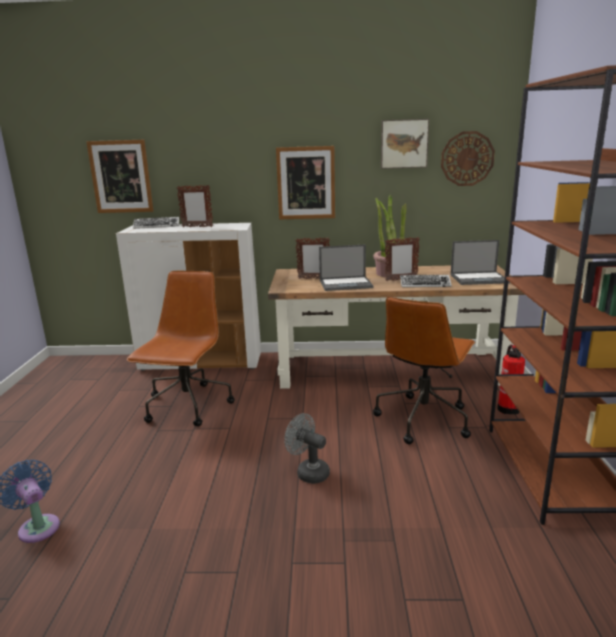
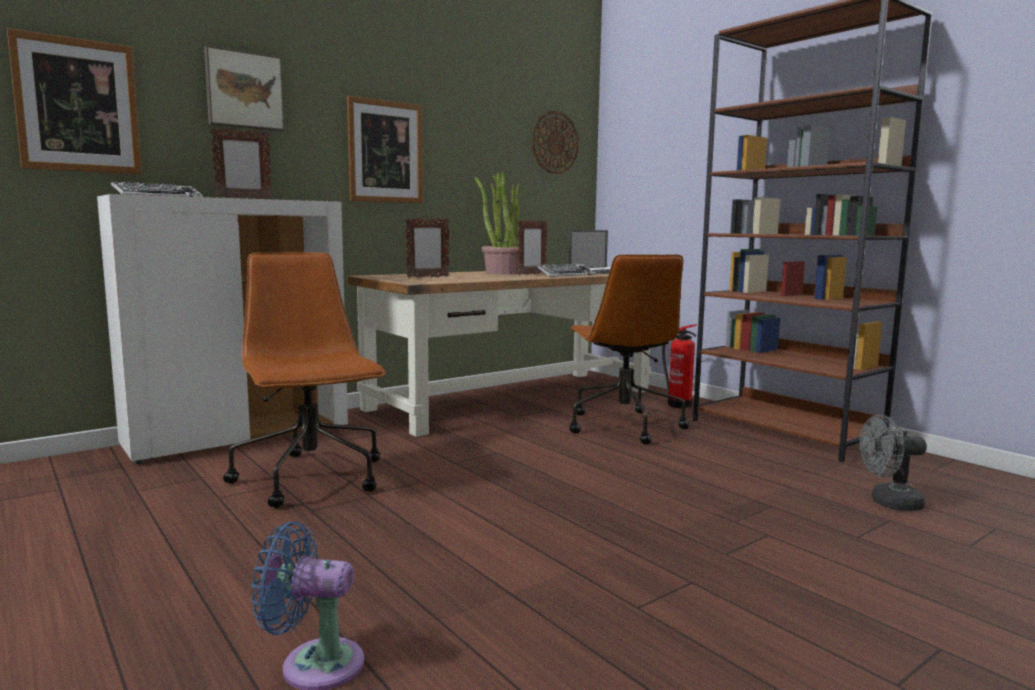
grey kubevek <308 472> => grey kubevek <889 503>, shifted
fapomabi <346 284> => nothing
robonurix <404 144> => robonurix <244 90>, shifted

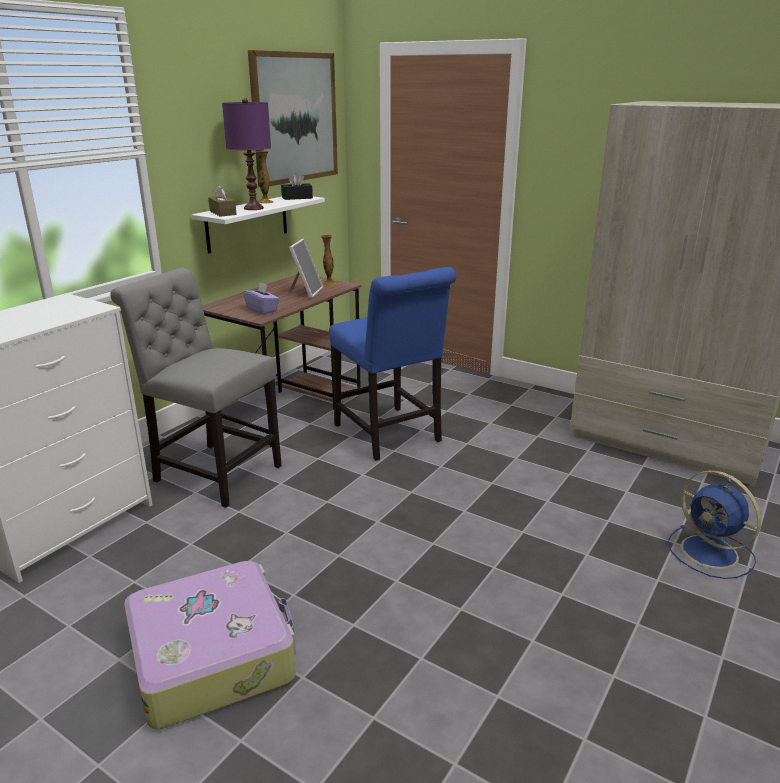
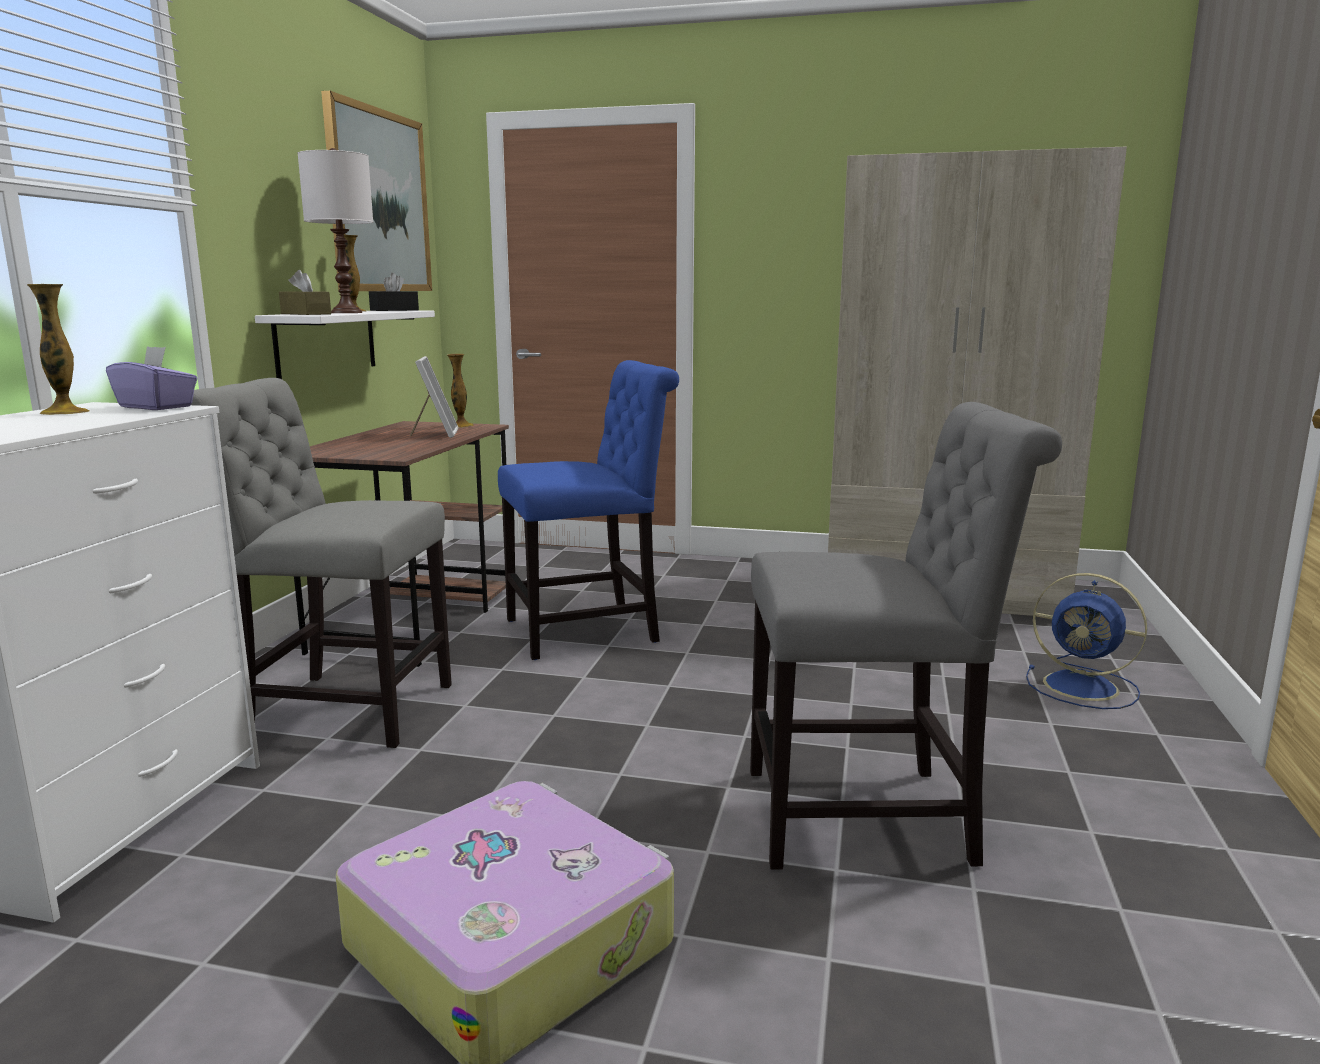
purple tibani <254 208> => white tibani <347 312>
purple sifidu <262 310> => purple sifidu <157 407>, shifted
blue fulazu <390 436> => blue fulazu <590 630>, 60 degrees counterclockwise
nothing => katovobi <65 413>
nothing => grey fulazu <871 817>

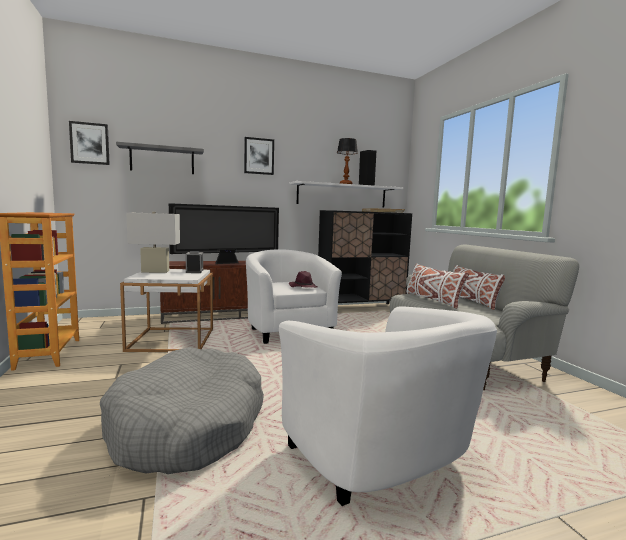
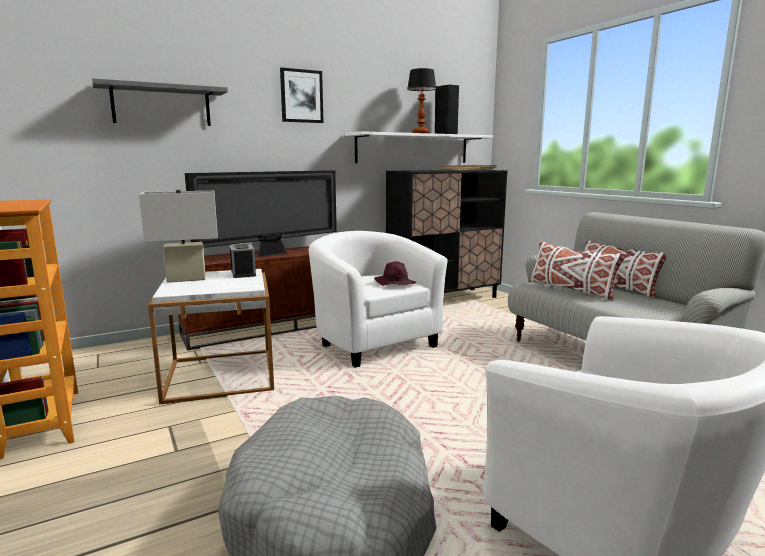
robonurix <90 143> => nothing

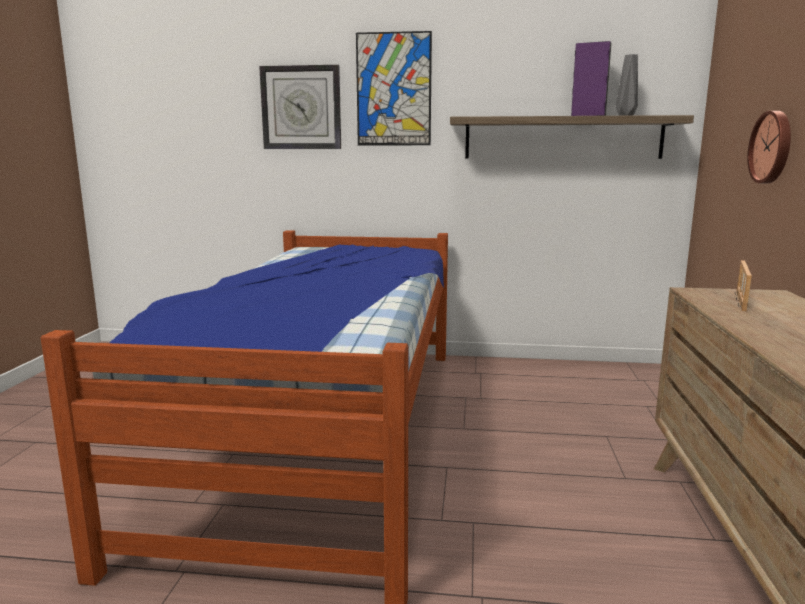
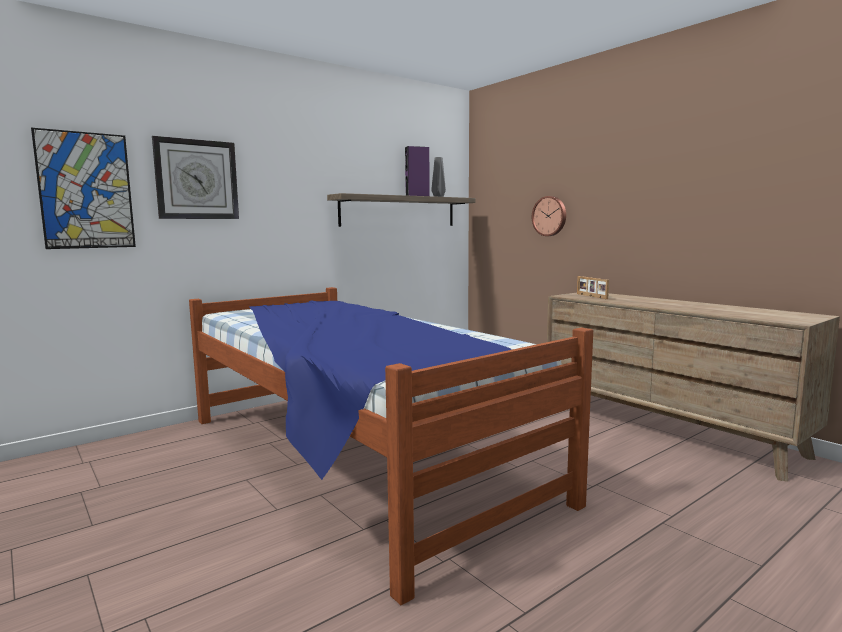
robonurix <393 90> => robonurix <86 190>, shifted

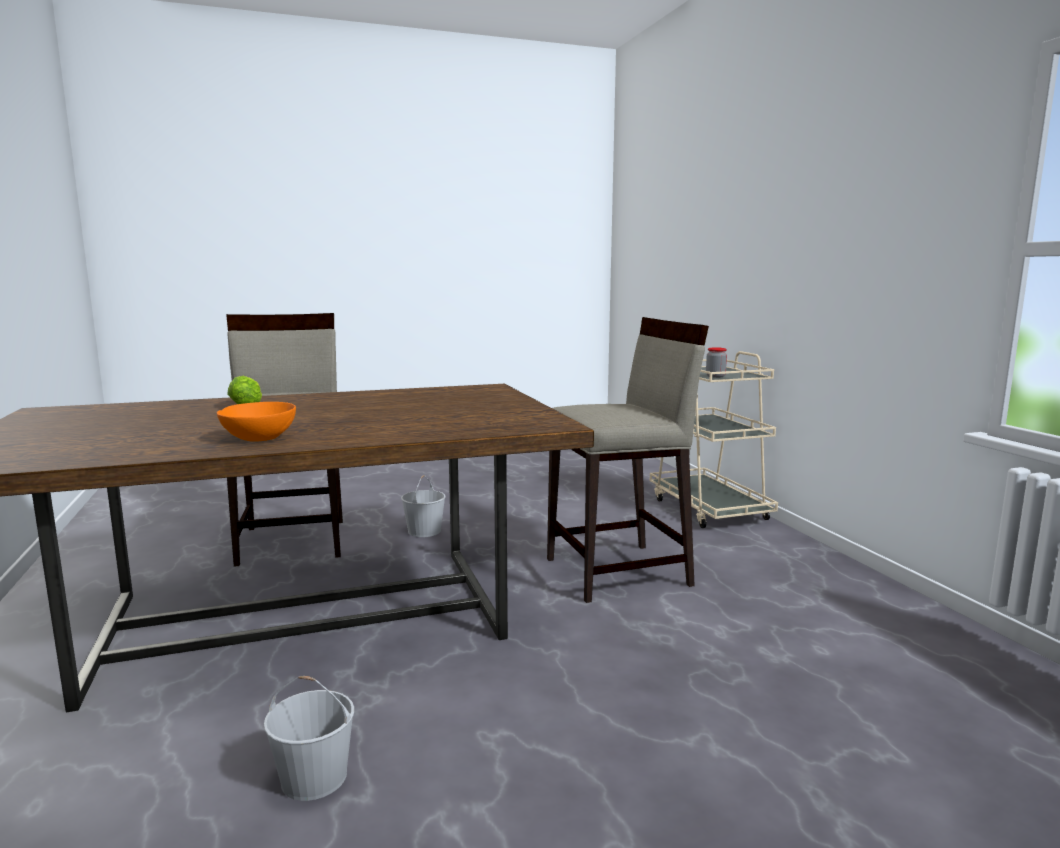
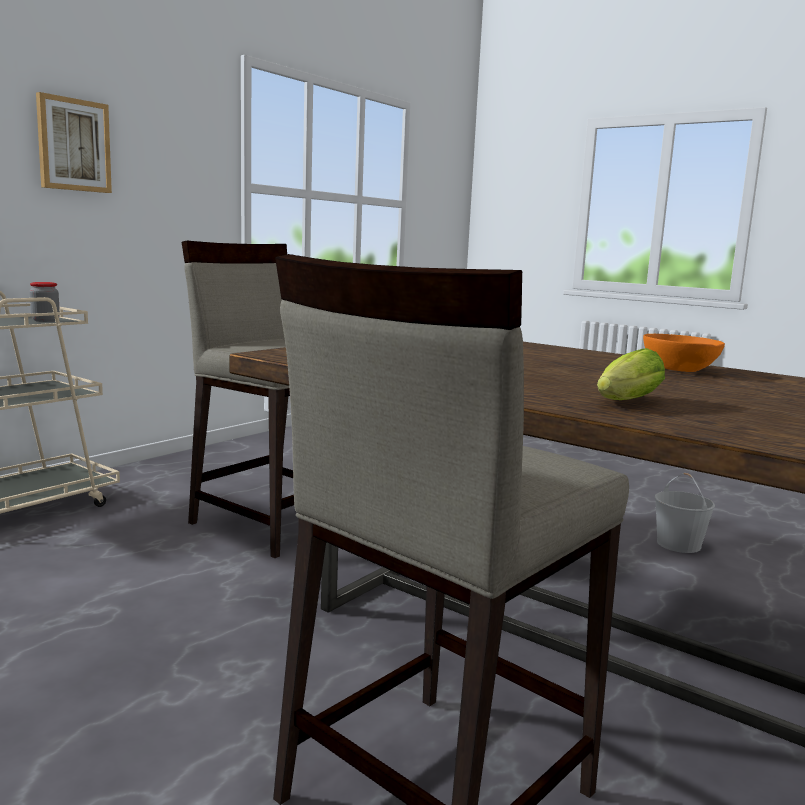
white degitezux <424 531> => nothing
nothing => robonurix <73 145>

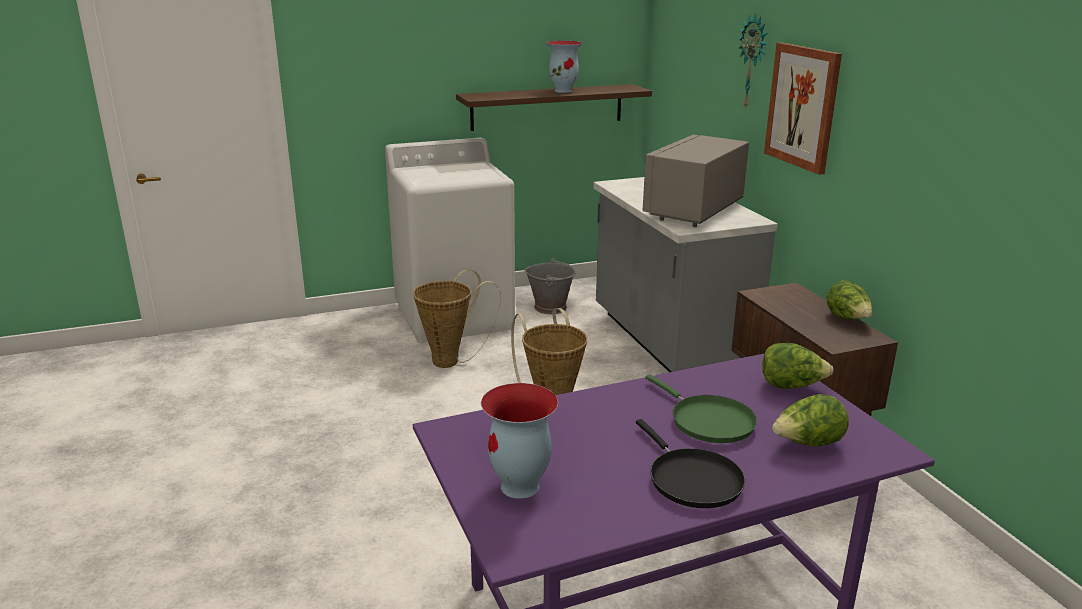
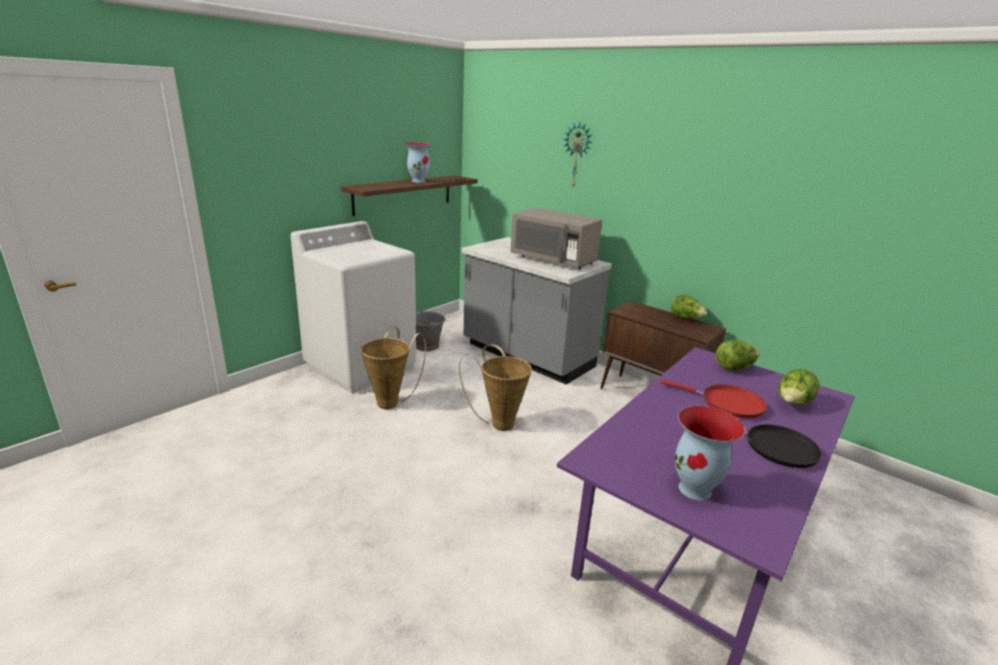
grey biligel <694 210> => grey biligel <553 260>, 60 degrees counterclockwise
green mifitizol <707 421> => red mifitizol <727 403>
robonurix <802 107> => nothing

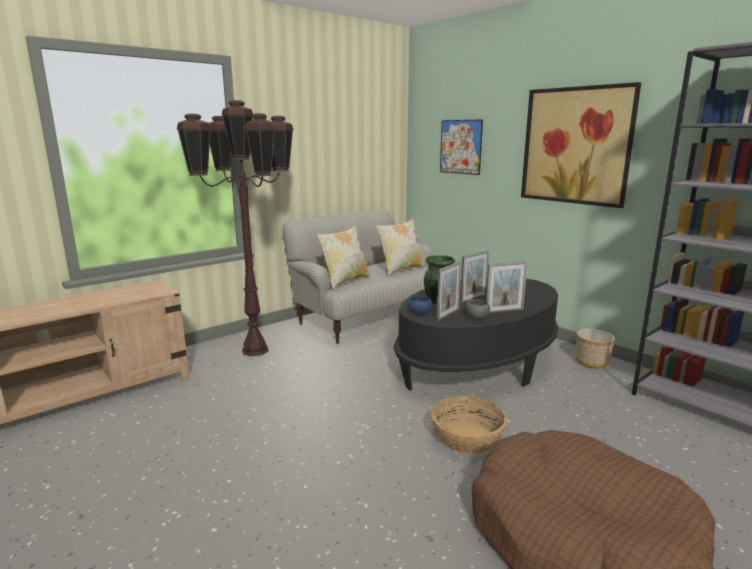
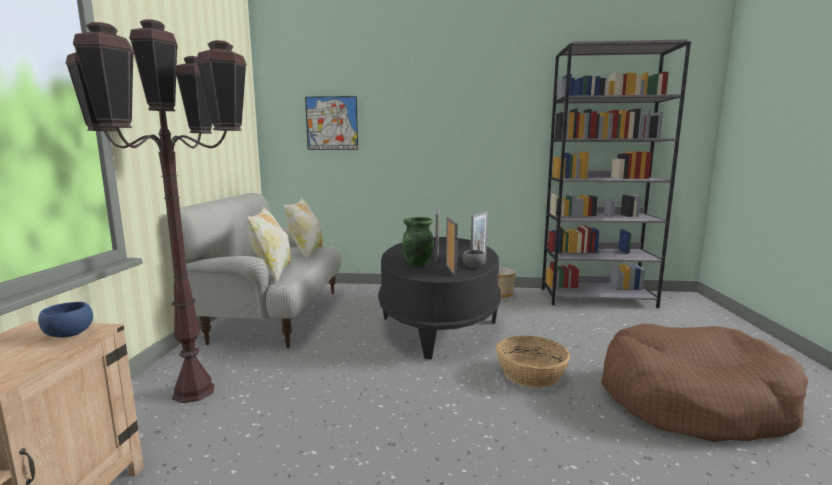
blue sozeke <419 313> => blue sozeke <67 334>, shifted
robonurix <576 146> => nothing

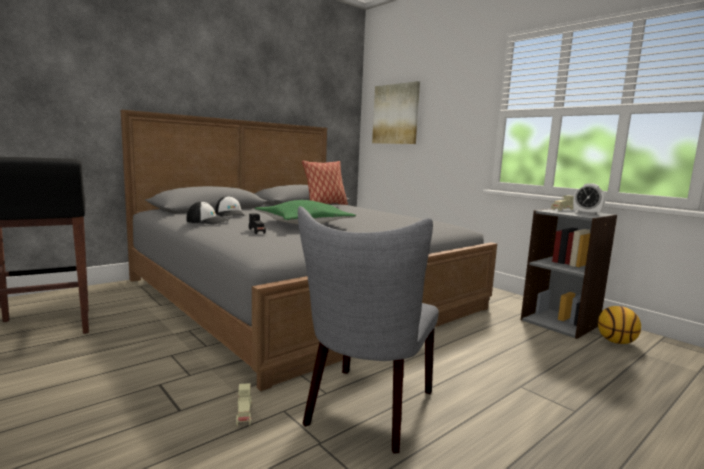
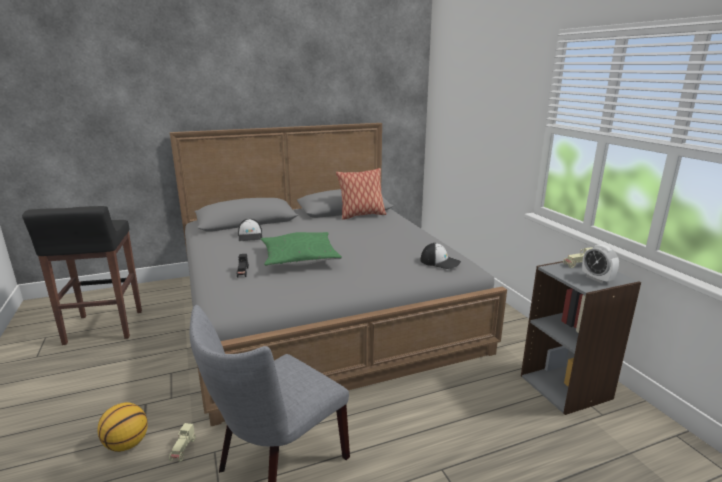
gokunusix <208 221> => gokunusix <440 262>, shifted
robonurix <396 114> => nothing
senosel <615 342> => senosel <126 444>, shifted

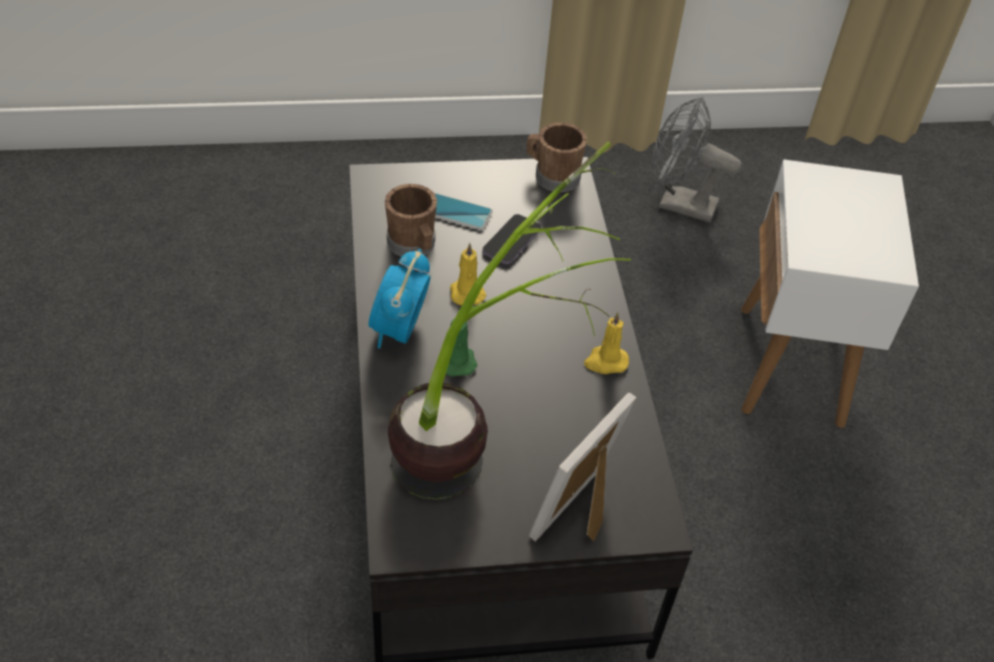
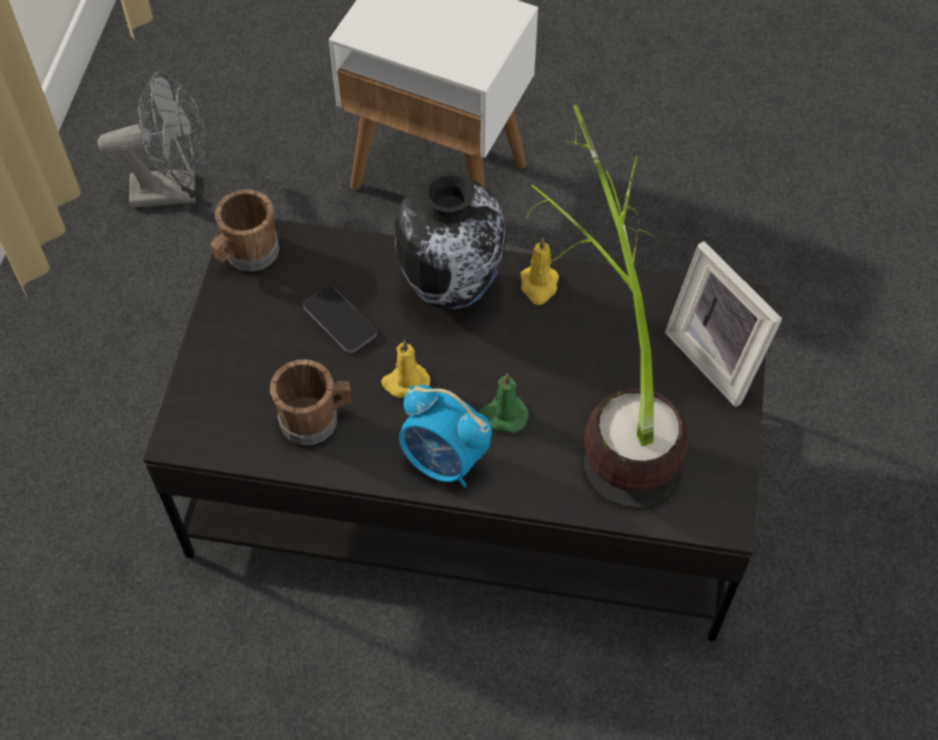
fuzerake <457 212> => nothing
grey kubevek <678 204> => grey kubevek <175 190>, 135 degrees counterclockwise
nothing => katovobi <452 290>

